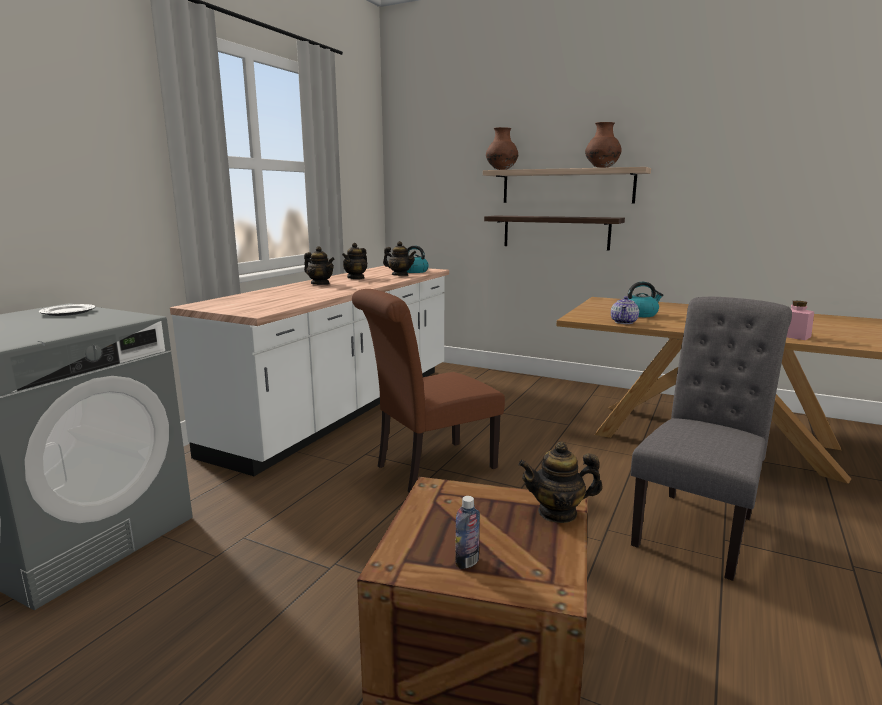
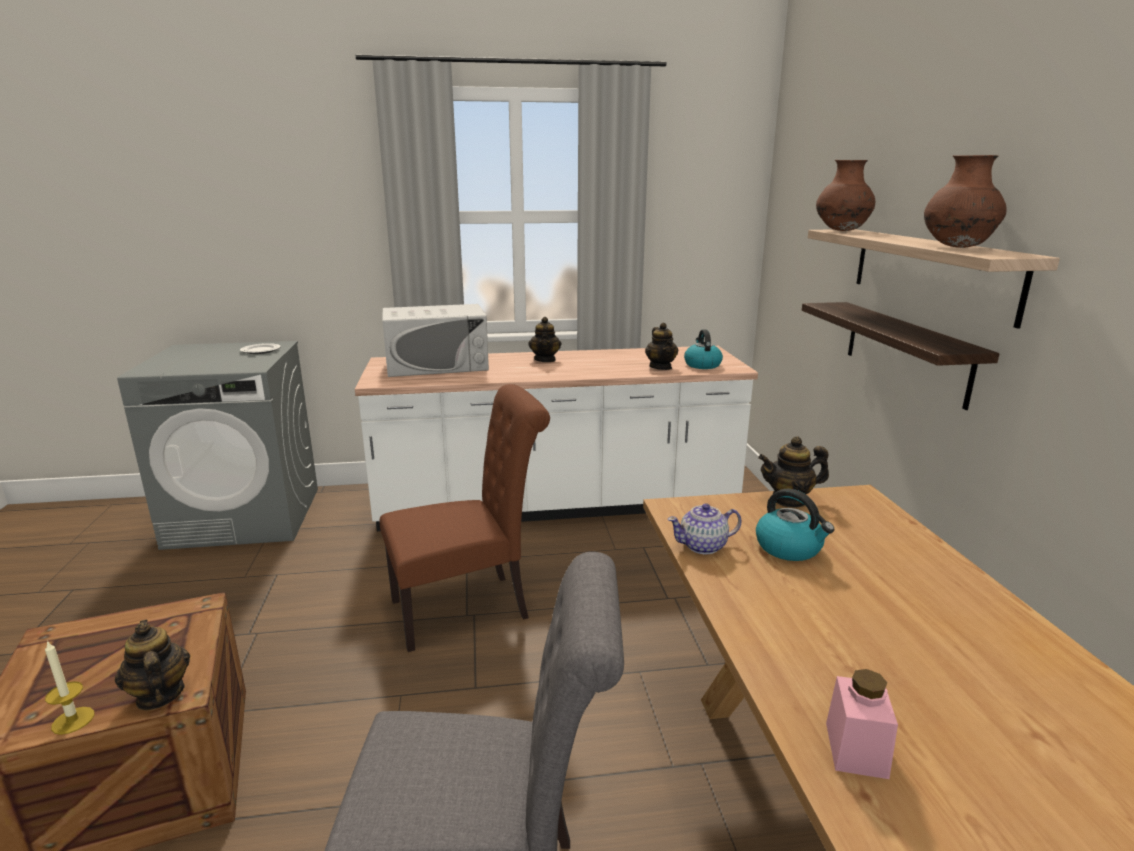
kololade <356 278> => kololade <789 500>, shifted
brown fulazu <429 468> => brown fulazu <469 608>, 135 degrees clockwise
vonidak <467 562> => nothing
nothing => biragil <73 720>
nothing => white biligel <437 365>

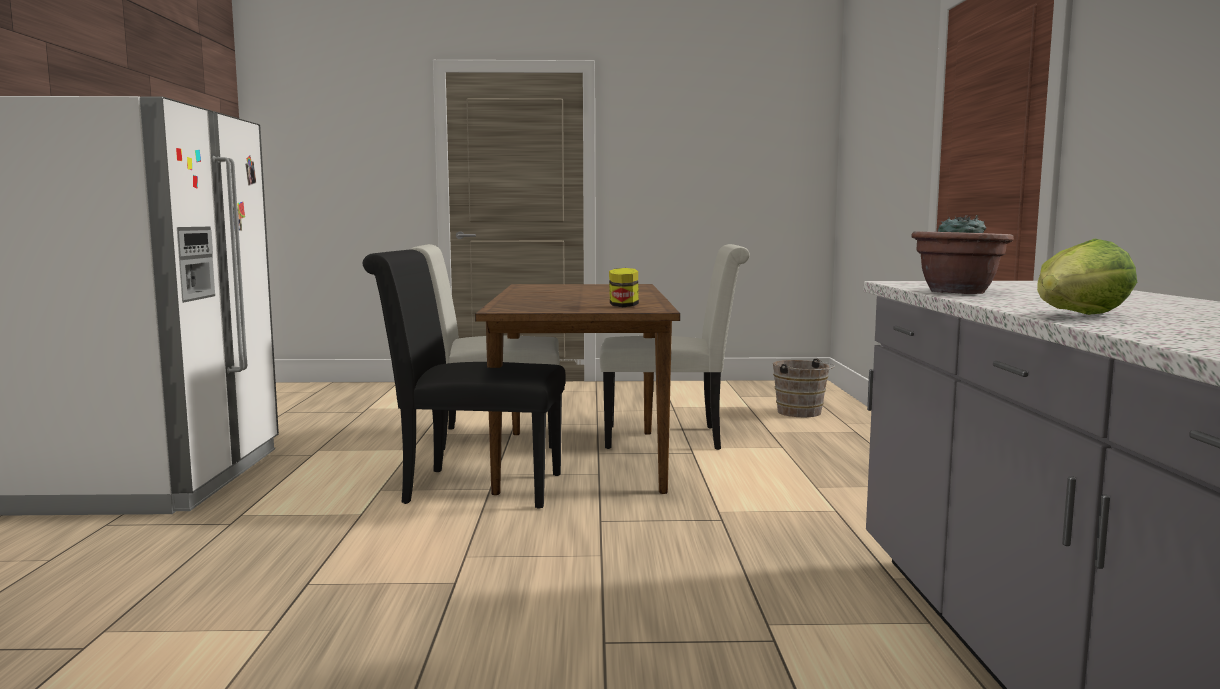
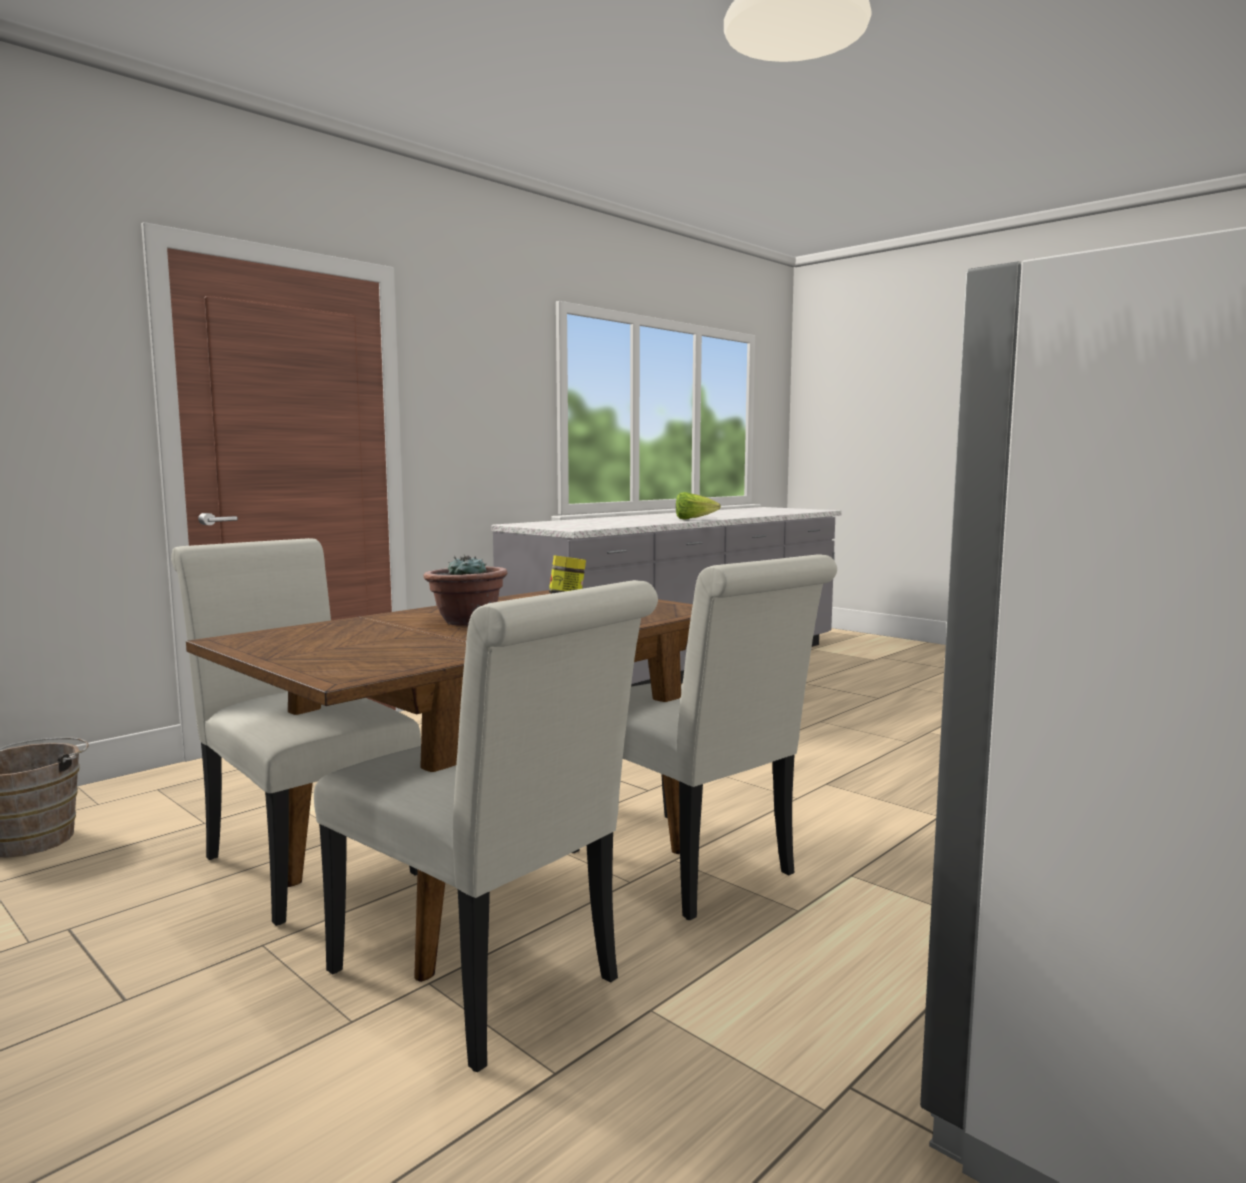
black fulazu <472 488> => white fulazu <689 868>
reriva <958 292> => reriva <466 621>, shifted

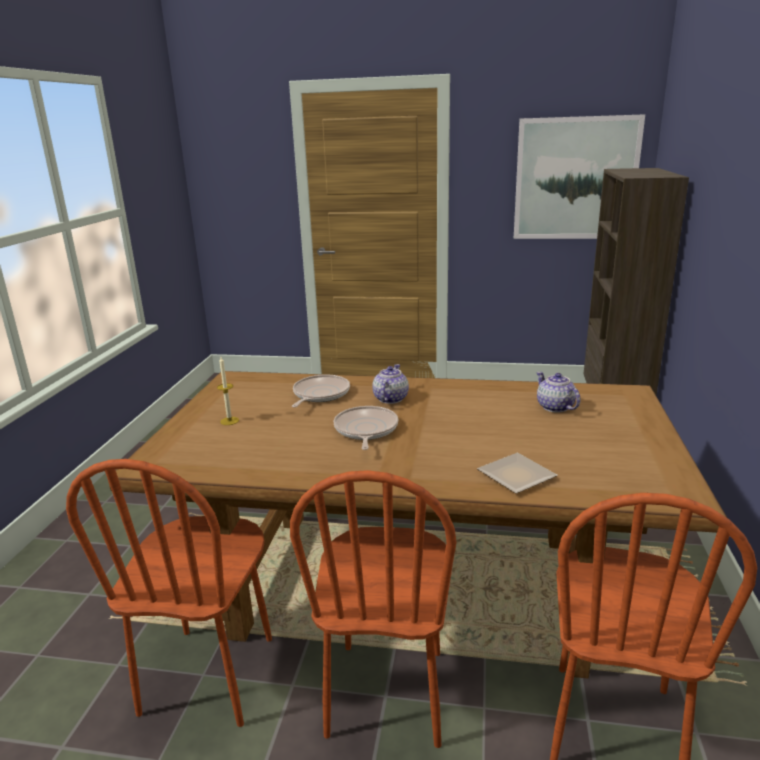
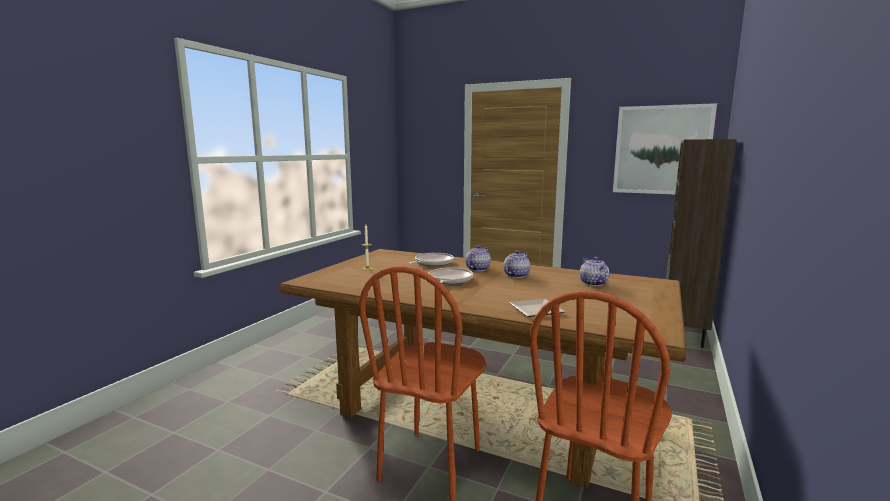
brown fulazu <209 675> => nothing
nothing => kololade <515 275>

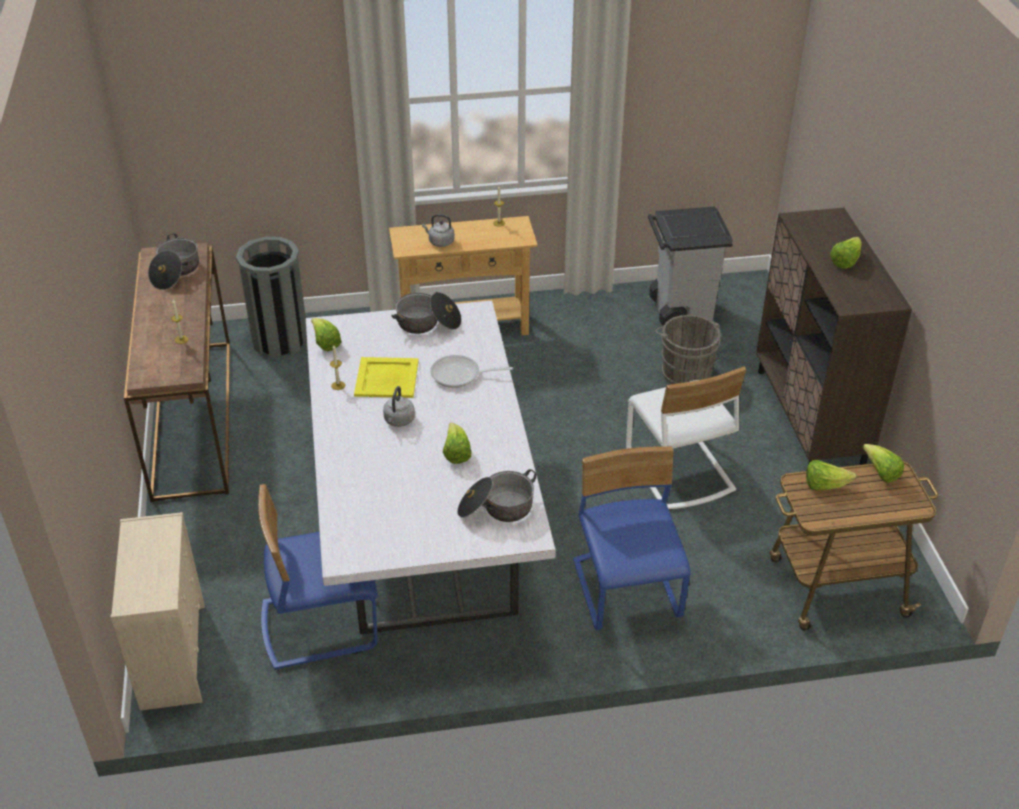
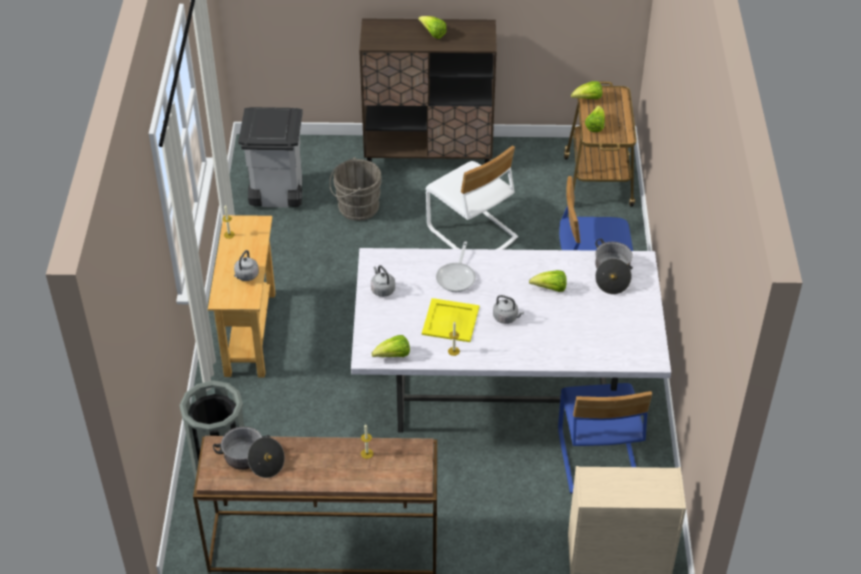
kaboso <428 323> => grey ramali <382 289>
white fulazu <678 472> => white fulazu <471 233>, 60 degrees clockwise

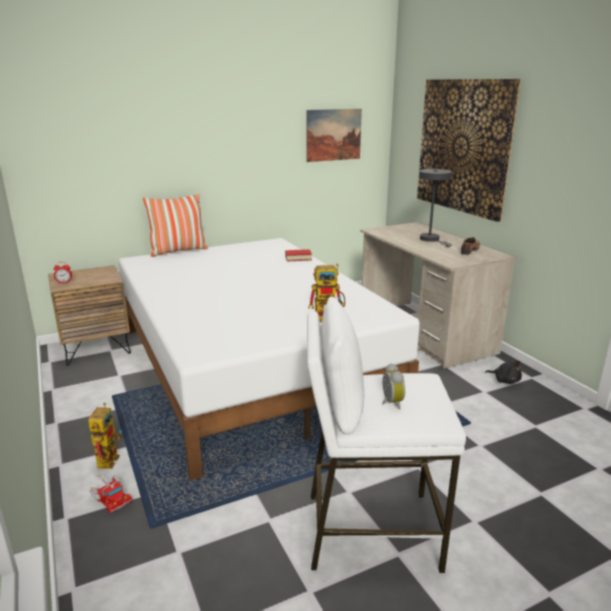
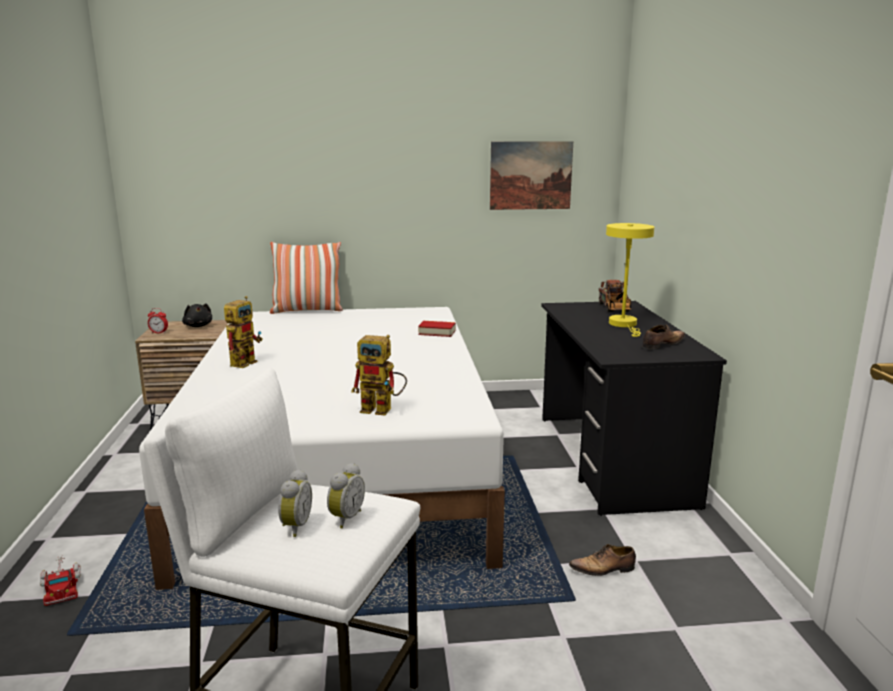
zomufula <108 458> => zomufula <245 361>, shifted
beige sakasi <424 332> => black sakasi <612 459>
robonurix <463 146> => nothing
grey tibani <432 240> => yellow tibani <624 325>
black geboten <505 380> => black geboten <198 326>, shifted
nothing => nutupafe <345 518>
nothing => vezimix <603 569>
nothing => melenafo <614 309>

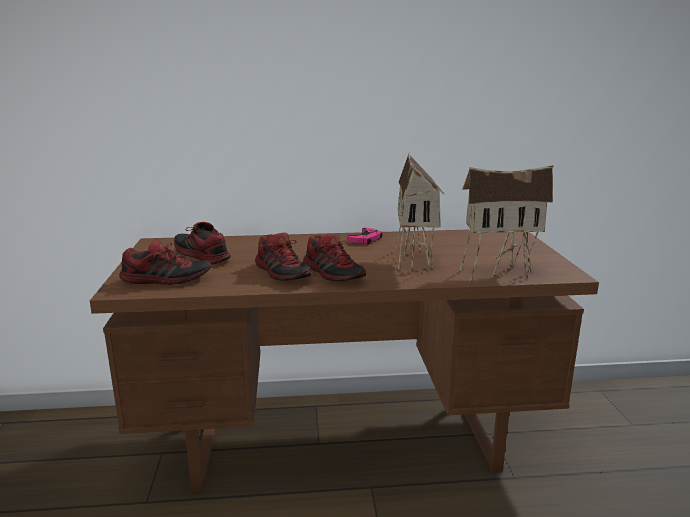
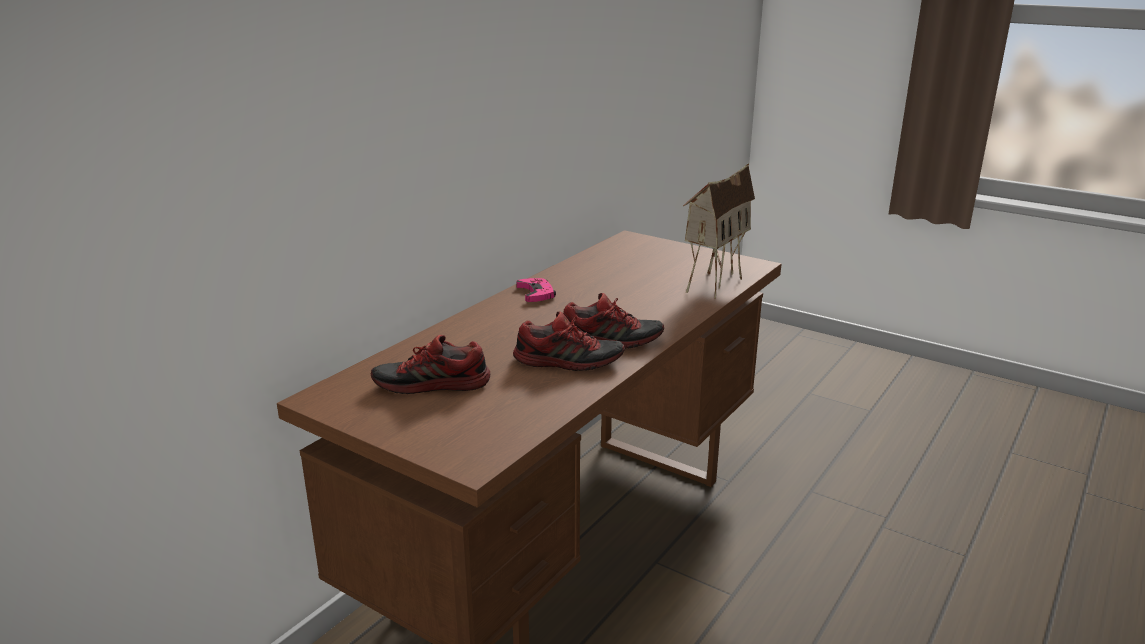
vezimix <166 279> => nothing
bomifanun <415 261> => nothing

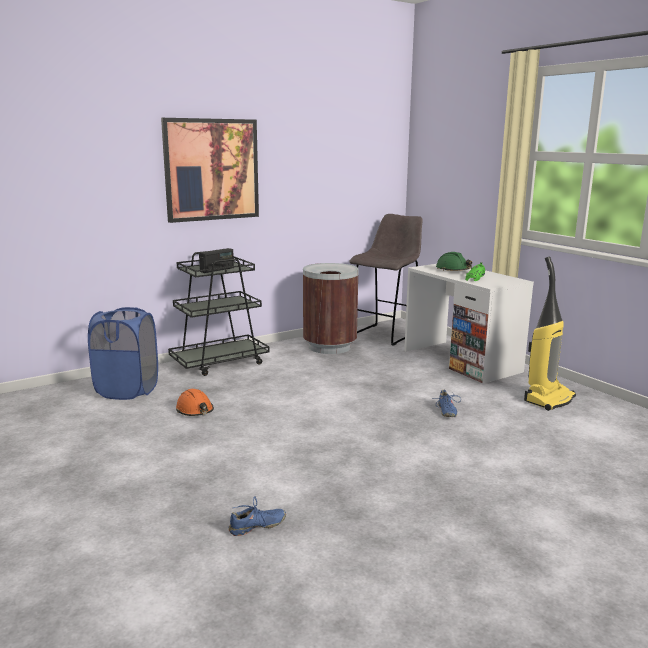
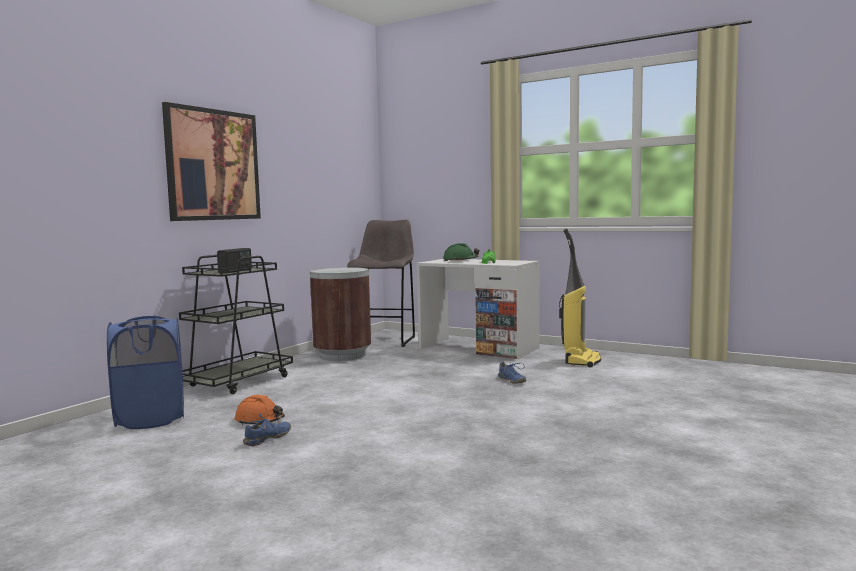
blue vezimix <257 527> => blue vezimix <267 439>, shifted

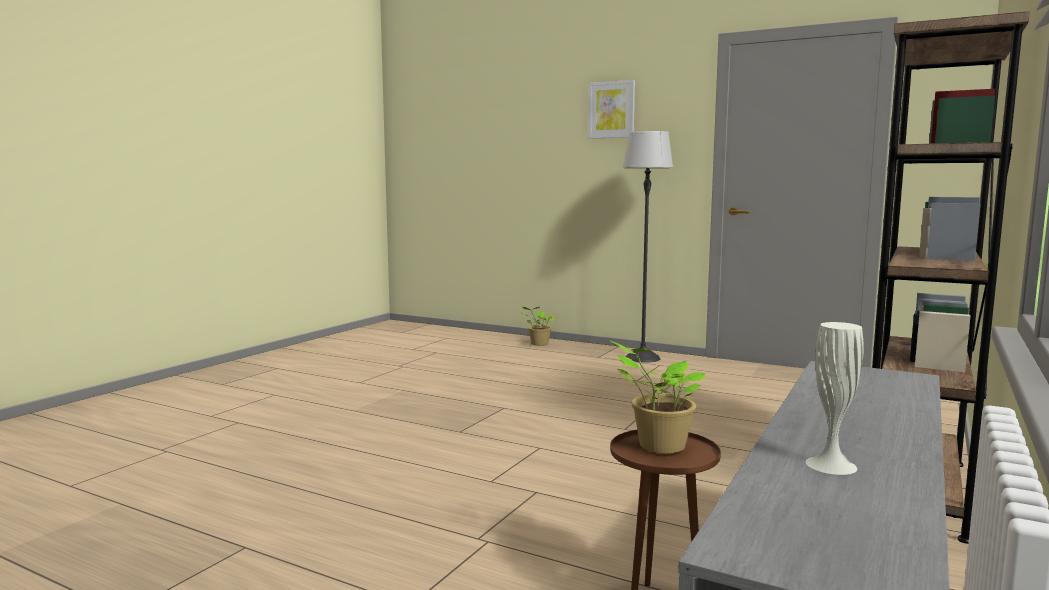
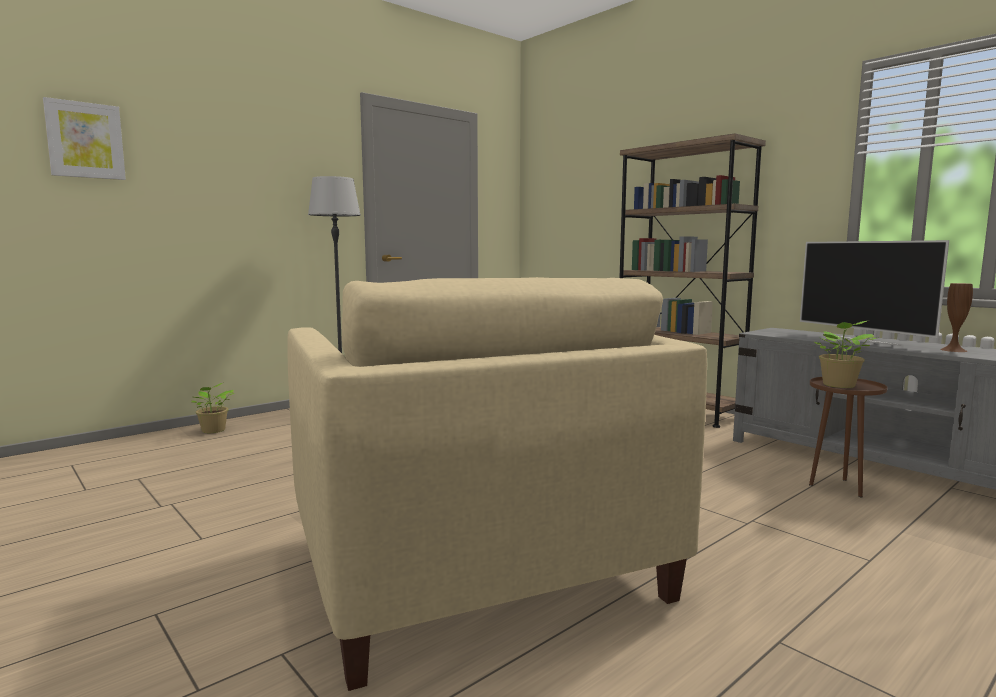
robonurix <611 110> => robonurix <85 140>, shifted
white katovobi <831 465> => brown katovobi <953 350>
nothing => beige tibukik <475 567>
nothing => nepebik <864 340>

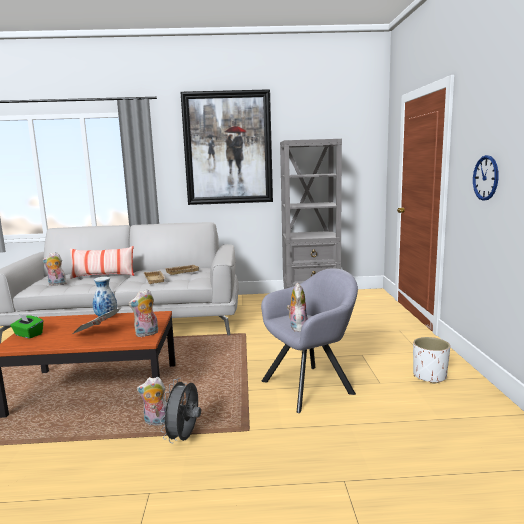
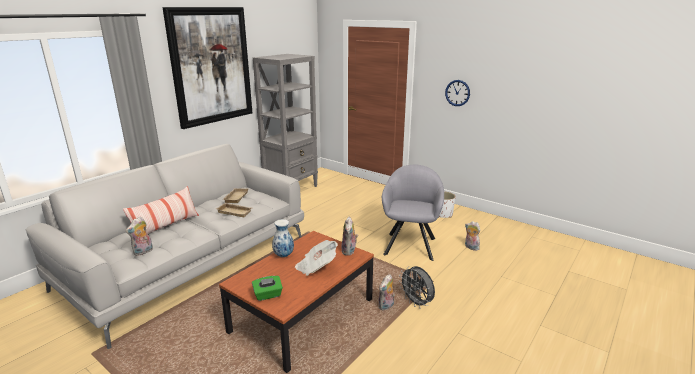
geboten <297 327> => geboten <470 247>, shifted

